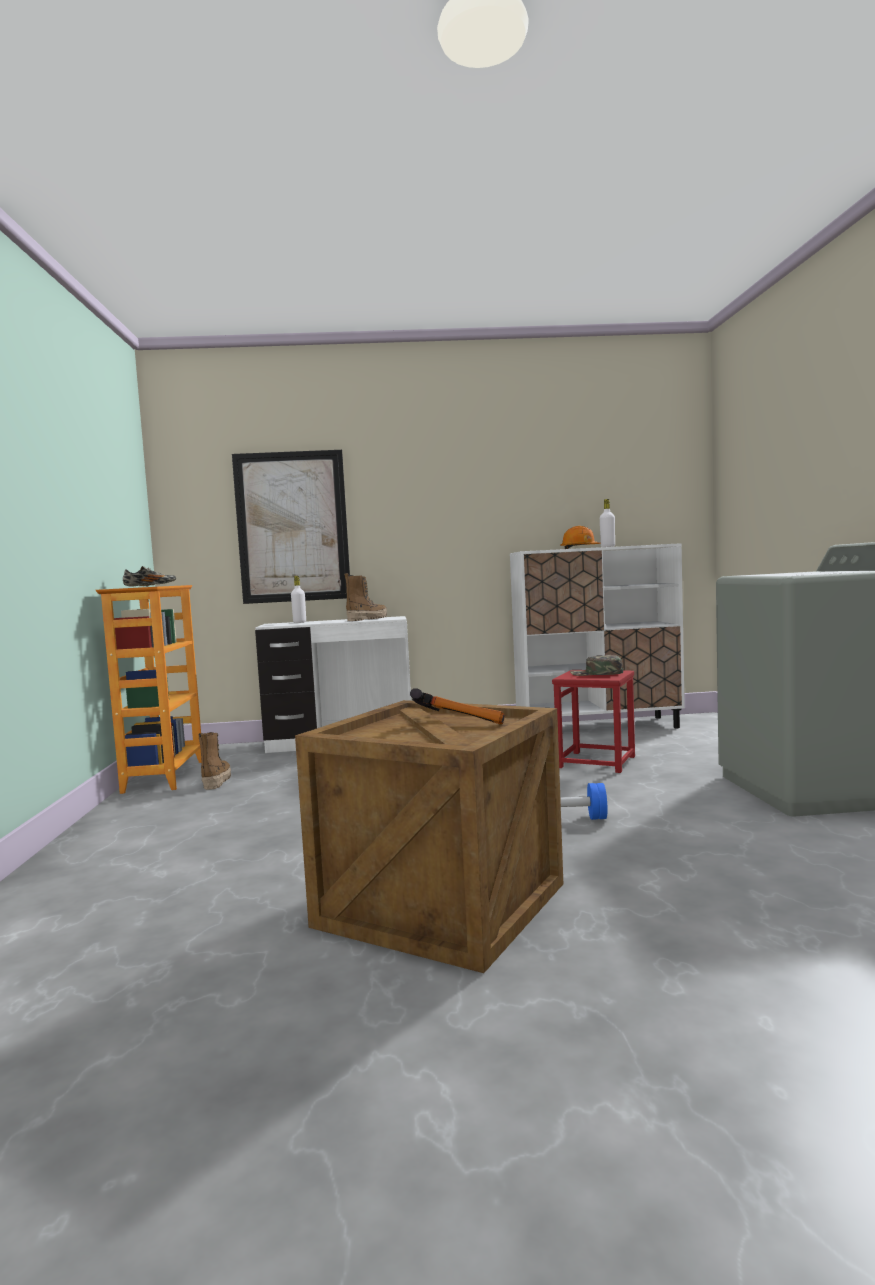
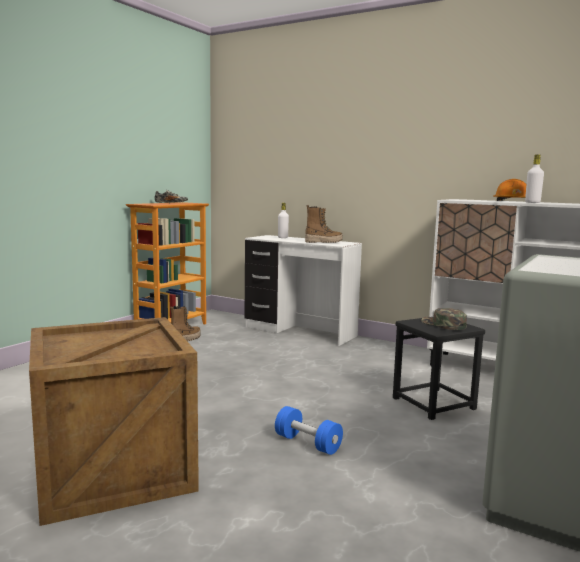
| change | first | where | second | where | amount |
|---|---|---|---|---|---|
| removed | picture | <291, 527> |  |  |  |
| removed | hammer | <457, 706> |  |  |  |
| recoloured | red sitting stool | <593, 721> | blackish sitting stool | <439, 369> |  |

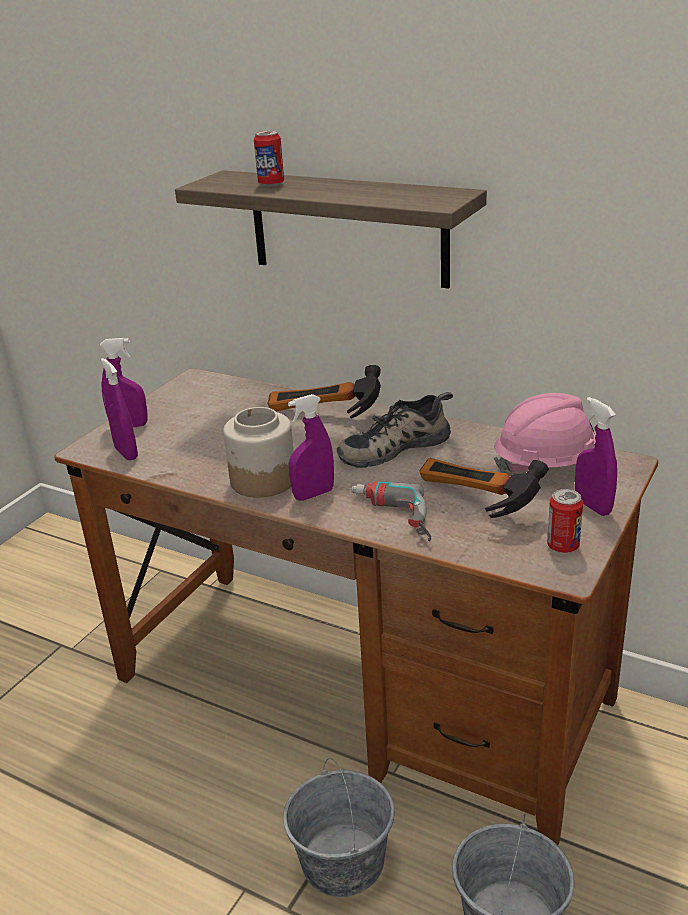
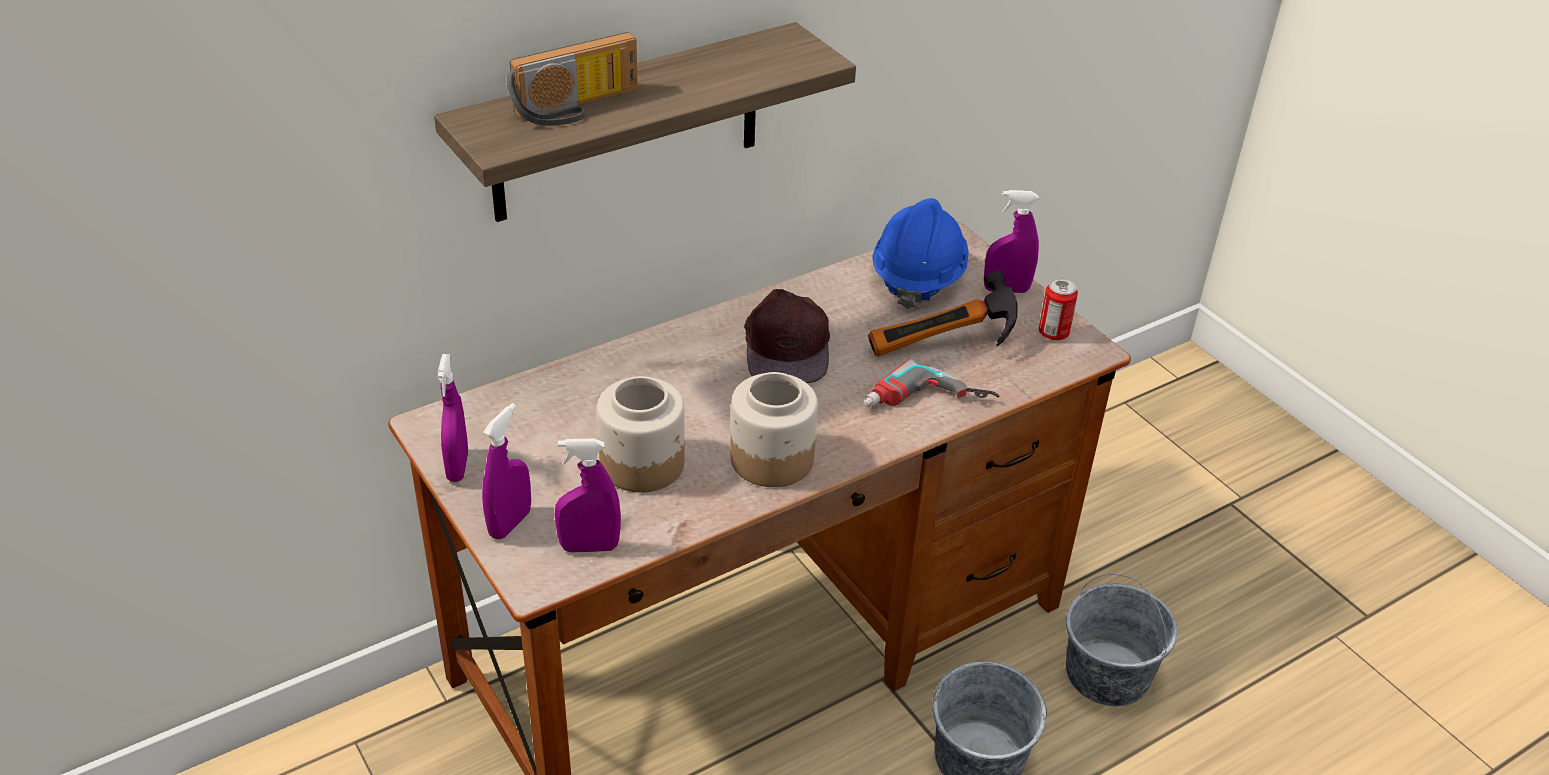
| change | first | where | second | where | amount |
|---|---|---|---|---|---|
| replaced | can | <269, 158> | radio set | <572, 79> |  |
| removed | hammer | <324, 391> |  |  |  |
| moved | purple sprayer | <311, 447> |  | <453, 418> |  |
| replaced | low shoe | <395, 430> | brown-coloured baseball cap | <787, 336> |  |
| recoloured | pink work helmet | <545, 433> | blue-coloured work helmet | <920, 253> |  |
| added |  |  | preserve jar | <641, 434> |  |

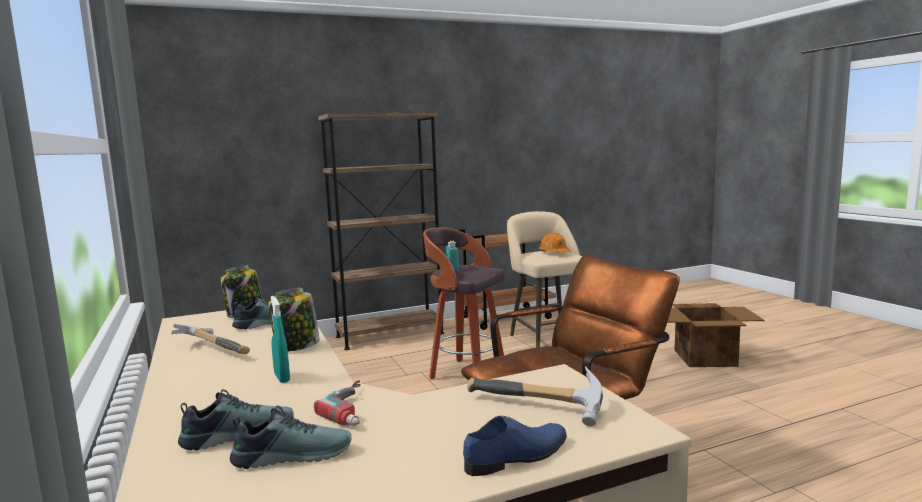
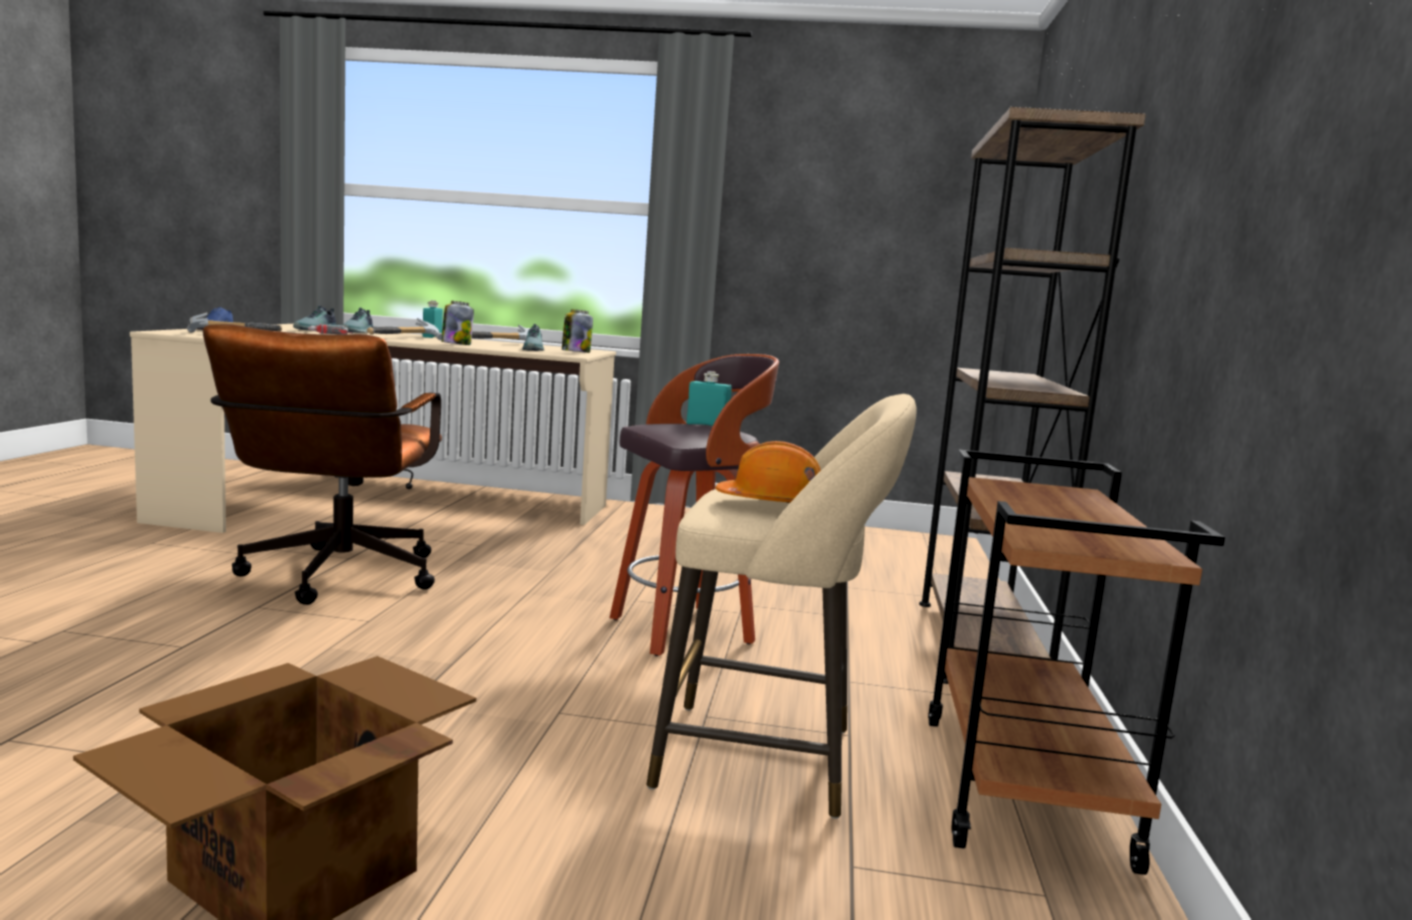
| change | first | where | second | where | amount |
|---|---|---|---|---|---|
| replaced | turquoise-coloured sprayer | <280, 339> | hammer | <404, 329> |  |
| added |  |  | turquoise-coloured drink bottle | <433, 319> |  |

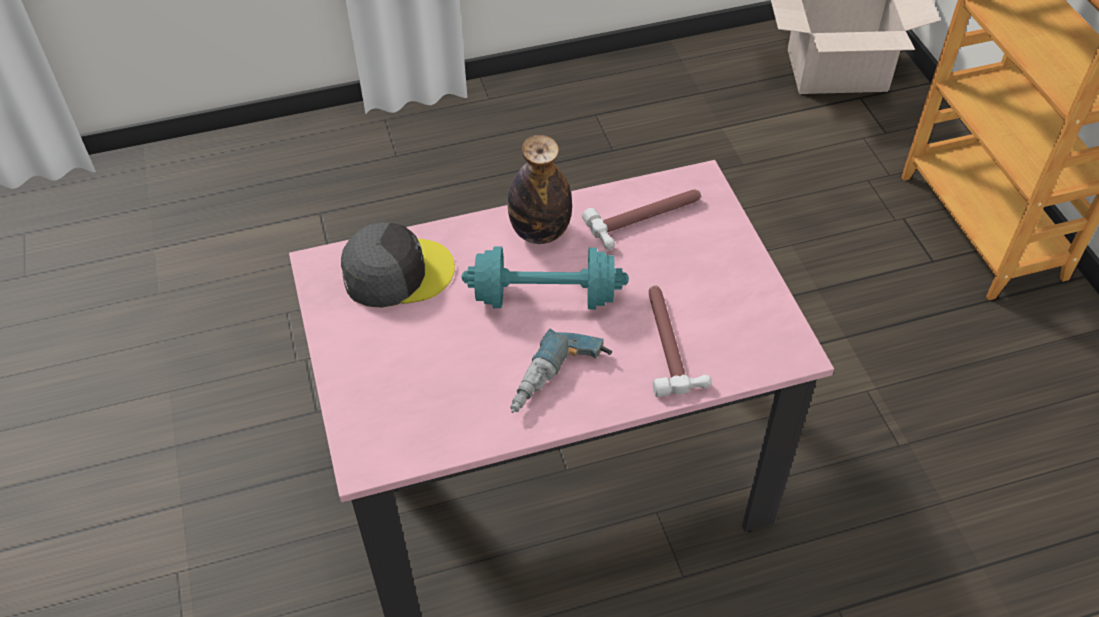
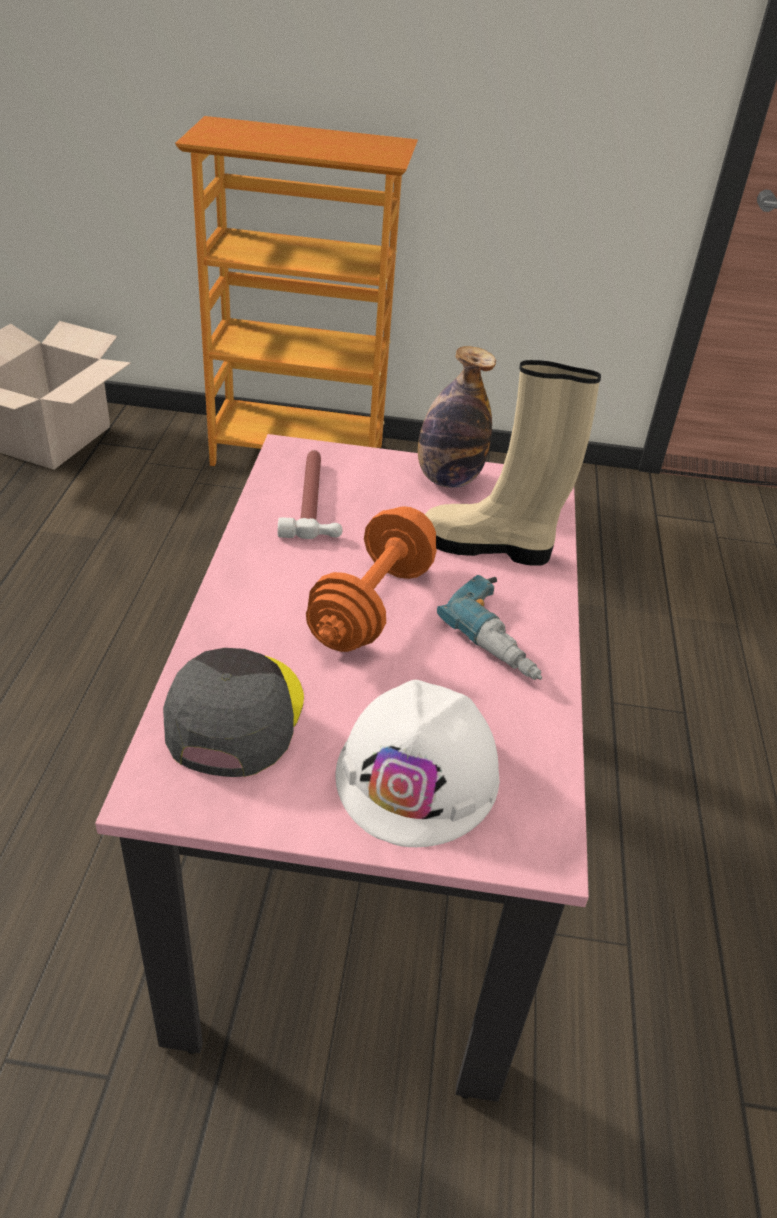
| change | first | where | second | where | amount |
|---|---|---|---|---|---|
| recoloured | turquoise-coloured free weight | <545, 278> | orange-coloured free weight | <371, 579> |  |
| moved | drink bottle | <539, 189> |  | <457, 417> |  |
| replaced | hammer | <680, 341> | sand-coloured boot | <513, 463> |  |
| added |  |  | white work helmet | <417, 763> |  |

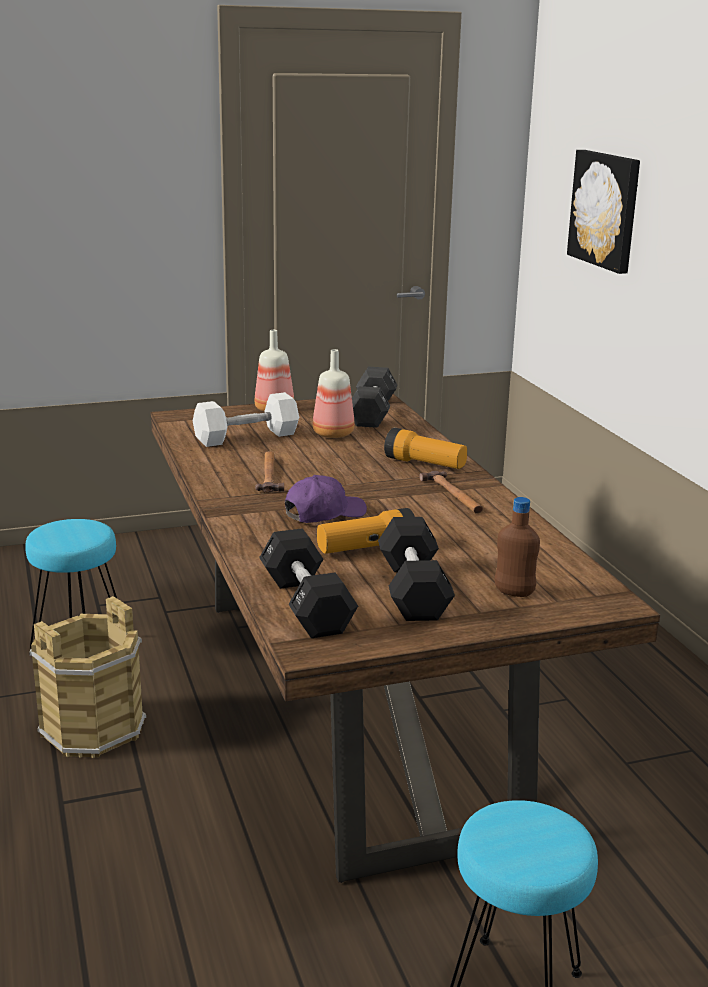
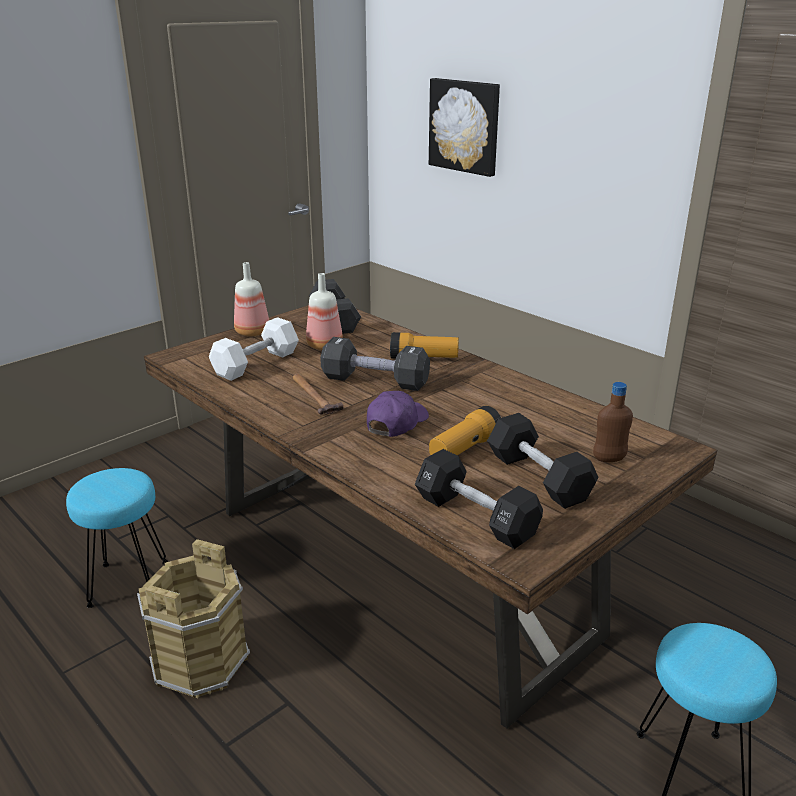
| change | first | where | second | where | amount |
|---|---|---|---|---|---|
| removed | hammer | <451, 492> |  |  |  |
| added |  |  | blackish free weight | <375, 364> |  |

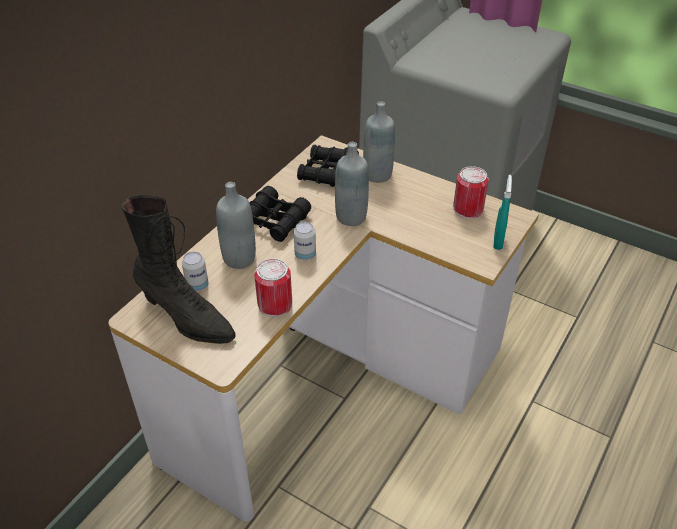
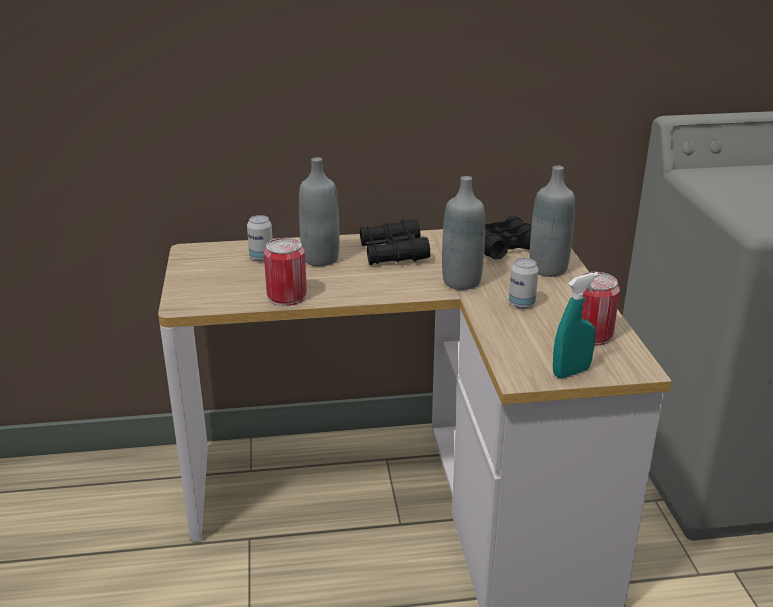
| change | first | where | second | where | amount |
|---|---|---|---|---|---|
| removed | blackish boot | <178, 269> |  |  |  |
| moved | can | <305, 241> |  | <524, 283> |  |

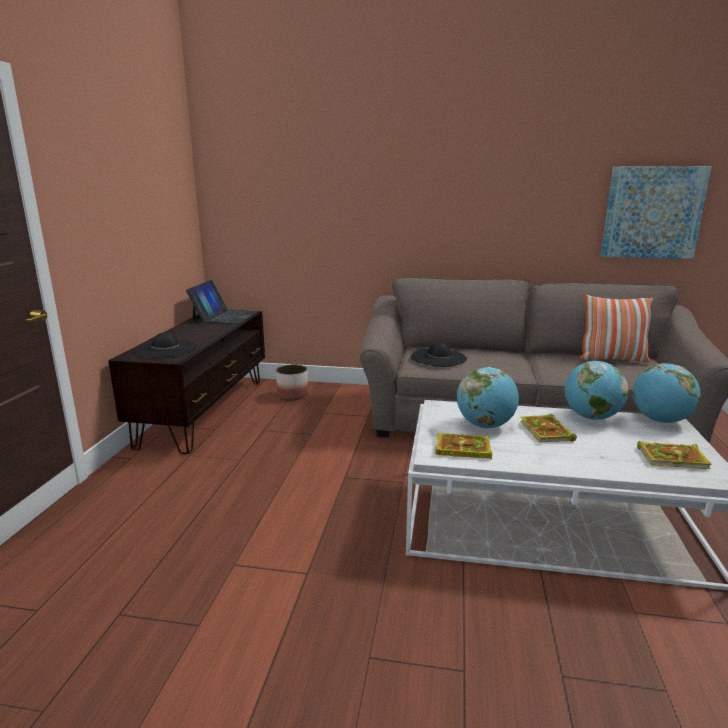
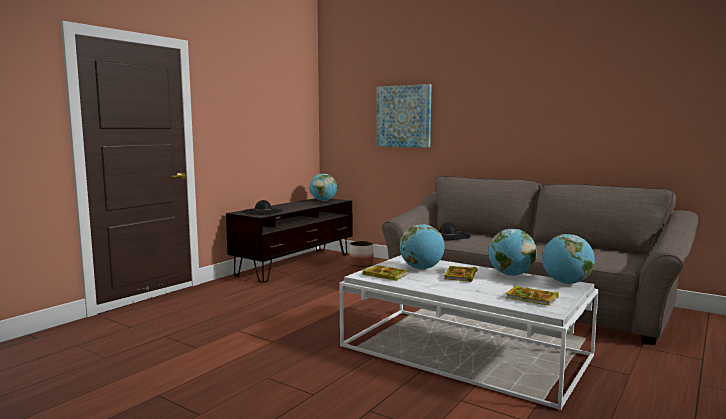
| change | first | where | second | where | amount |
|---|---|---|---|---|---|
| replaced | portable computer | <222, 302> | desk globe | <323, 187> |  |
| removed | cushion | <616, 328> |  |  |  |
| moved | picture | <656, 212> |  | <404, 116> |  |

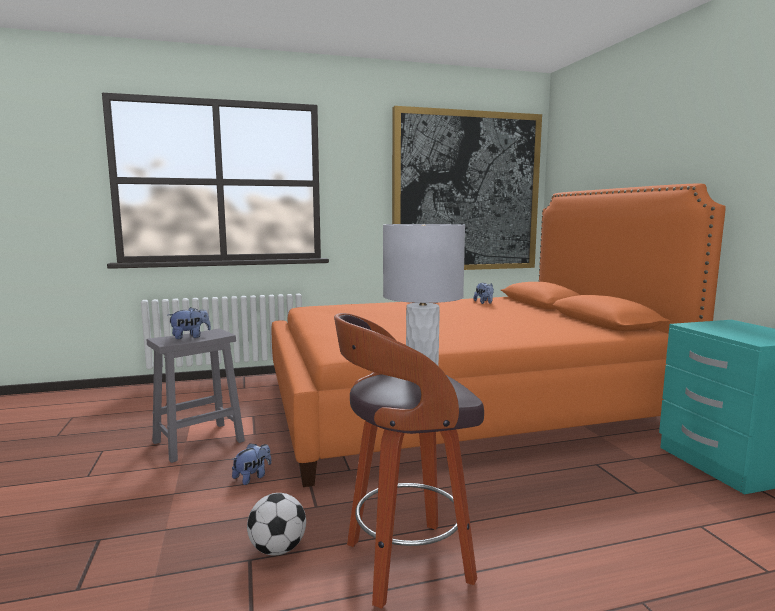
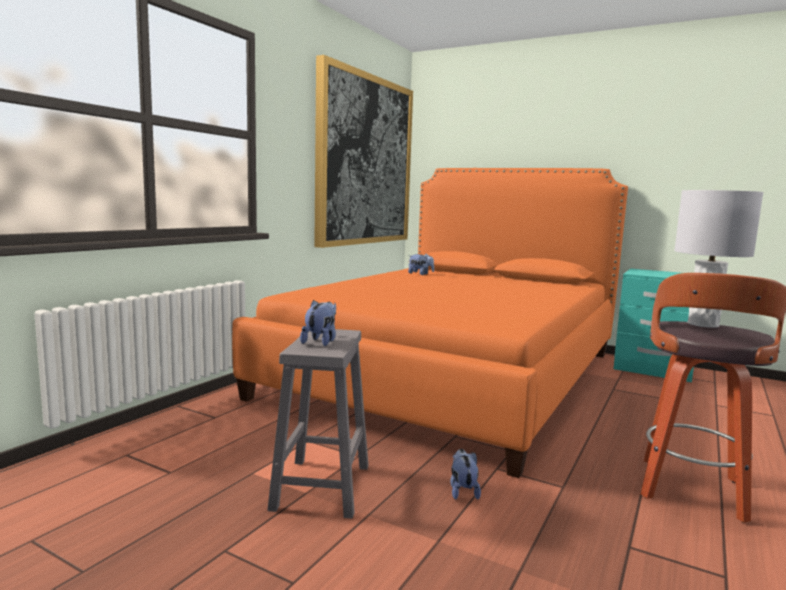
| change | first | where | second | where | amount |
|---|---|---|---|---|---|
| removed | football ball | <276, 524> |  |  |  |

